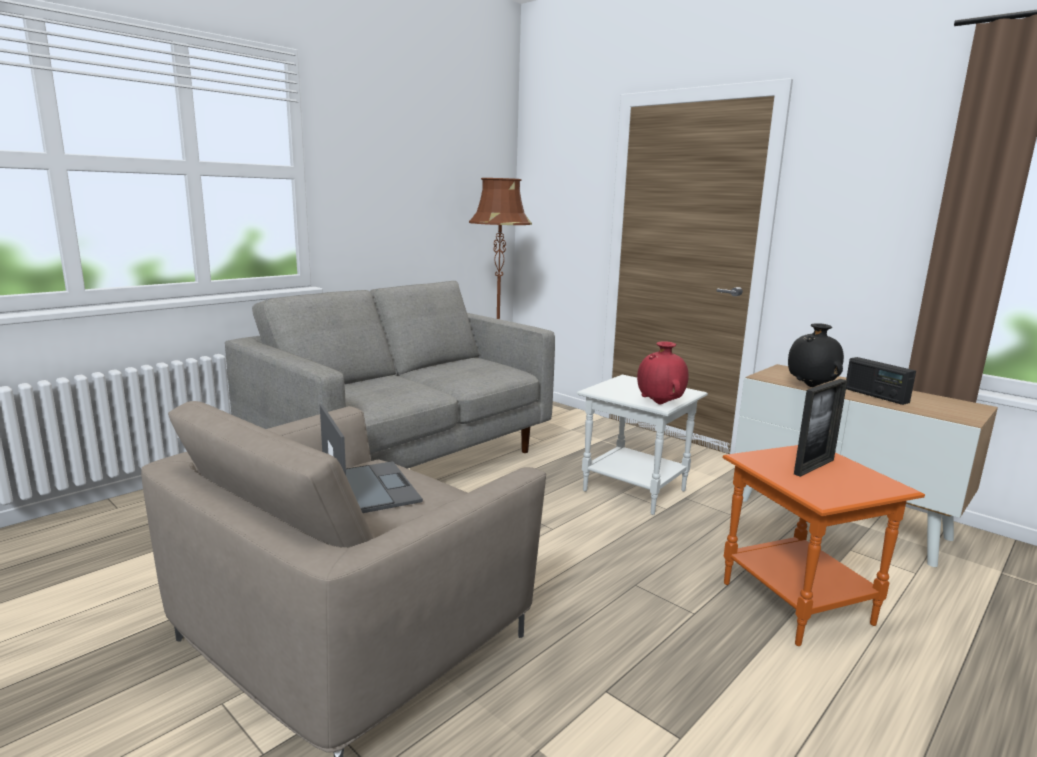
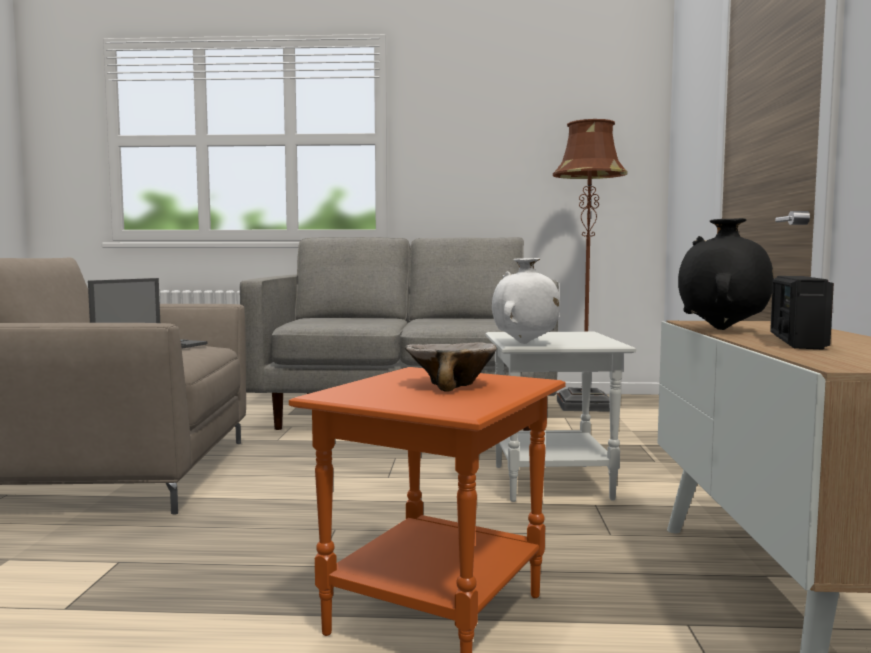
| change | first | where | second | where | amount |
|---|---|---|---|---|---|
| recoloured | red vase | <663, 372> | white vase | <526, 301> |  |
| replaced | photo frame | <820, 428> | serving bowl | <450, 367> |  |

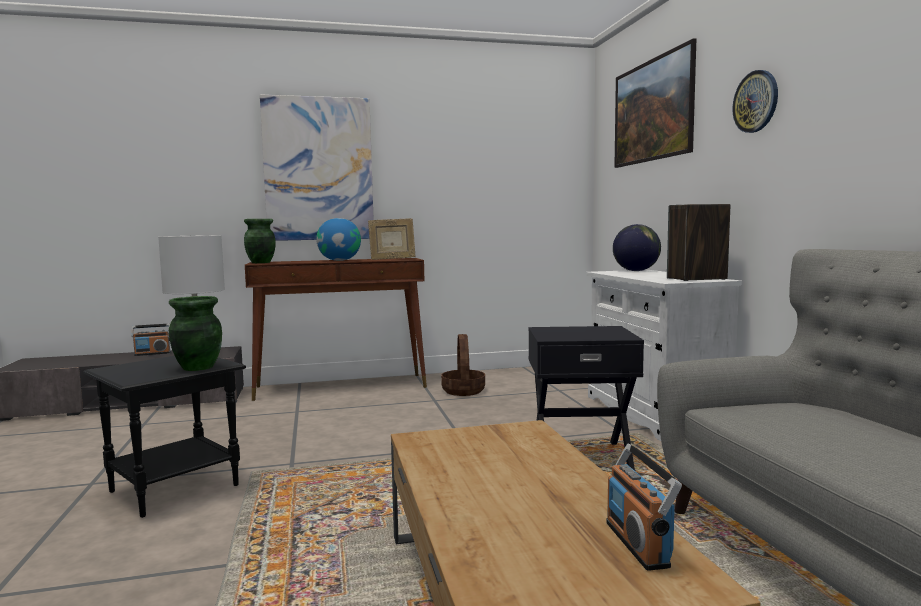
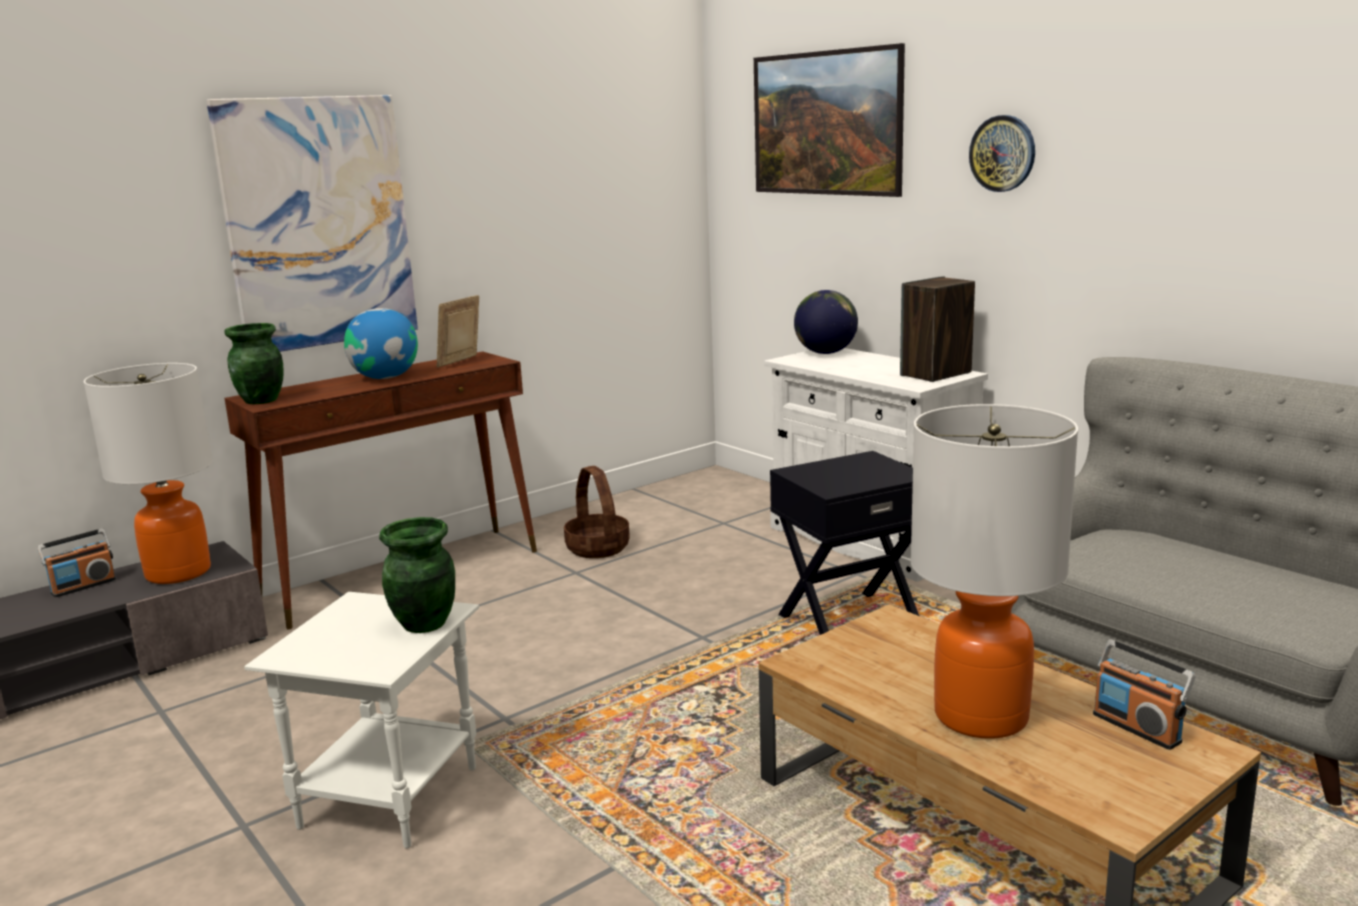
| change | first | where | second | where | amount |
|---|---|---|---|---|---|
| recoloured | blackish accent table | <164, 437> | white accent table | <361, 720> |  |
| turned | photo frame | <392, 239> |  | <458, 331> | 150 degrees clockwise |
| added |  |  | tabletop lamp | <994, 571> |  |

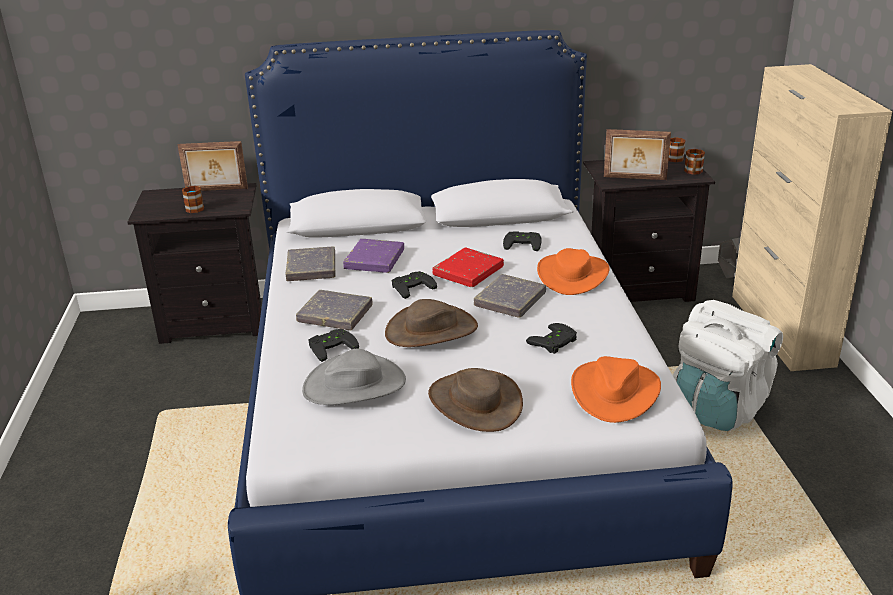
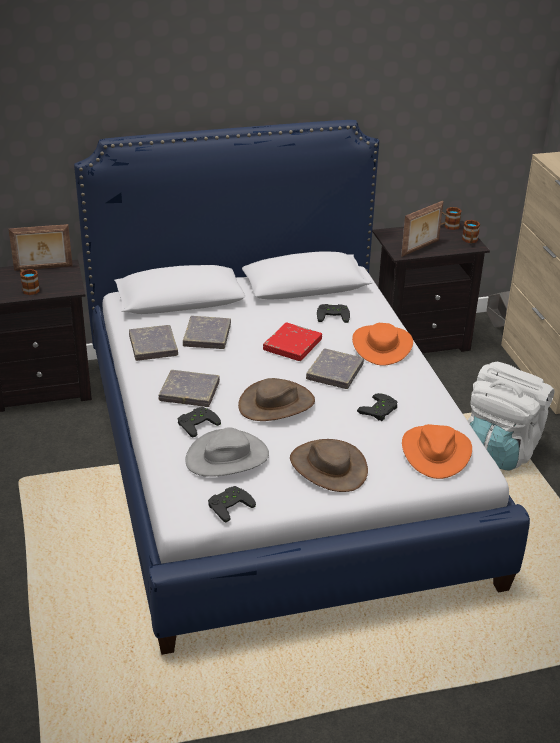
| change | first | where | second | where | amount |
|---|---|---|---|---|---|
| recoloured | purple book | <373, 256> | greyish book | <207, 332> |  |
| moved | blackish gamepad | <414, 285> |  | <232, 504> |  |
| turned | photo frame | <637, 154> |  | <422, 229> | 45 degrees counterclockwise |

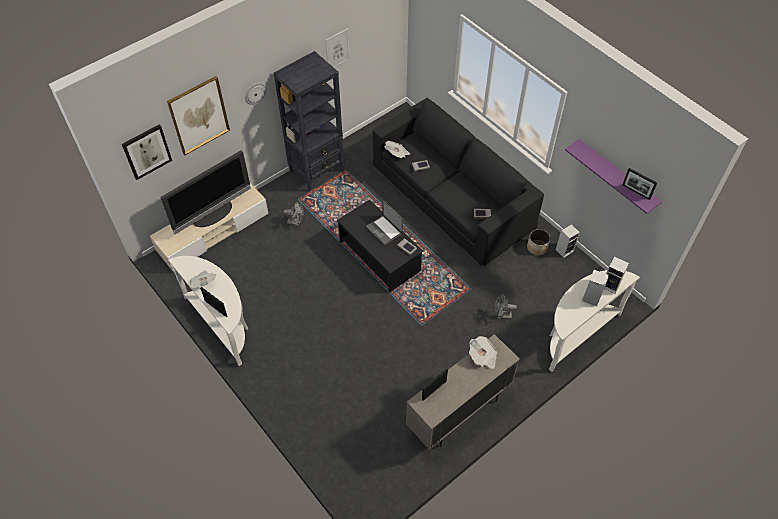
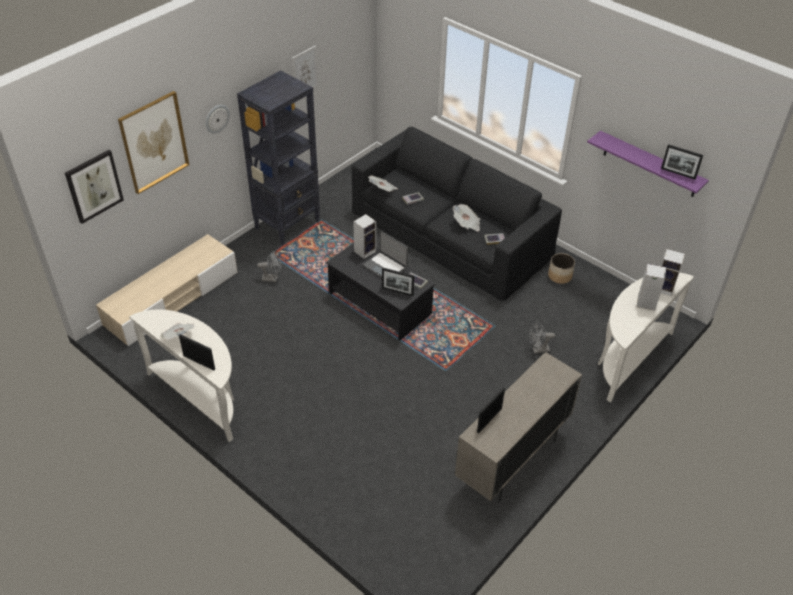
| change | first | where | second | where | amount |
|---|---|---|---|---|---|
| removed | TV set | <205, 192> |  |  |  |
| moved | printed paper | <483, 352> |  | <466, 217> |  |
| moved | speaker | <568, 241> |  | <364, 236> |  |
| added |  |  | photo frame | <398, 282> |  |

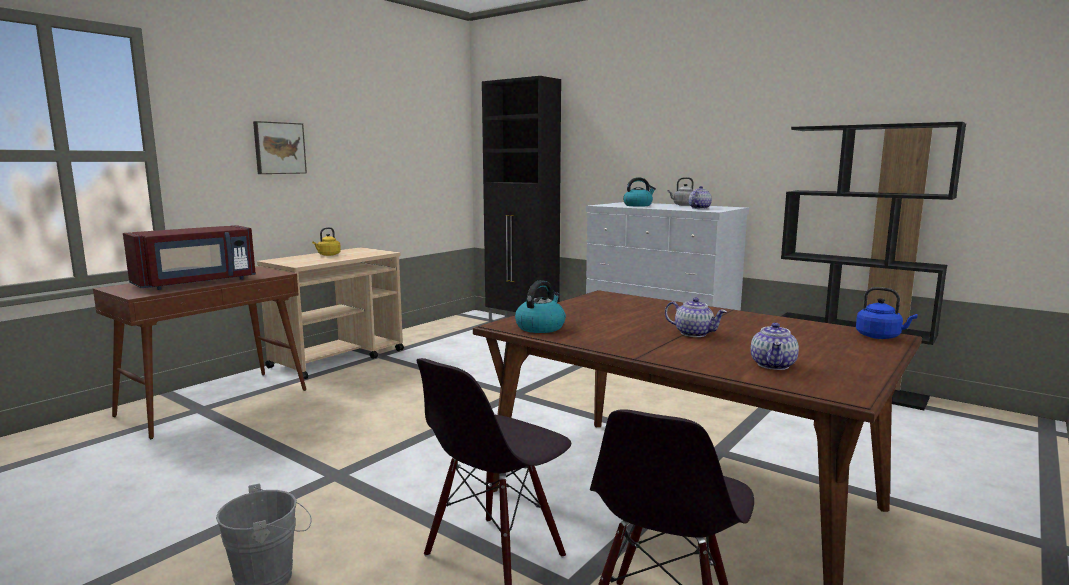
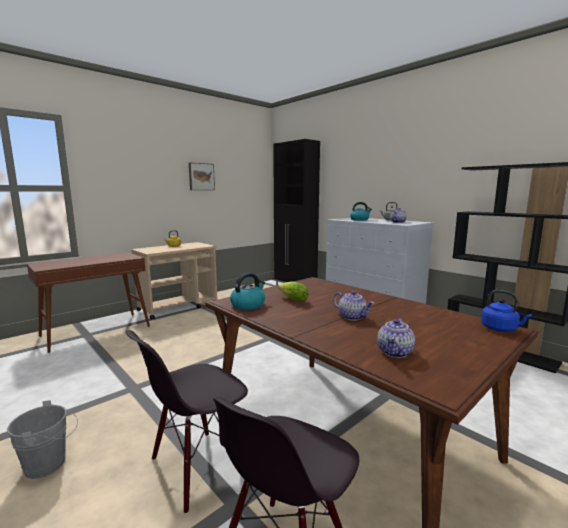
| change | first | where | second | where | amount |
|---|---|---|---|---|---|
| removed | red microwave oven | <189, 257> |  |  |  |
| moved | picture | <280, 147> |  | <202, 176> |  |
| added |  |  | lettuce head | <293, 291> |  |

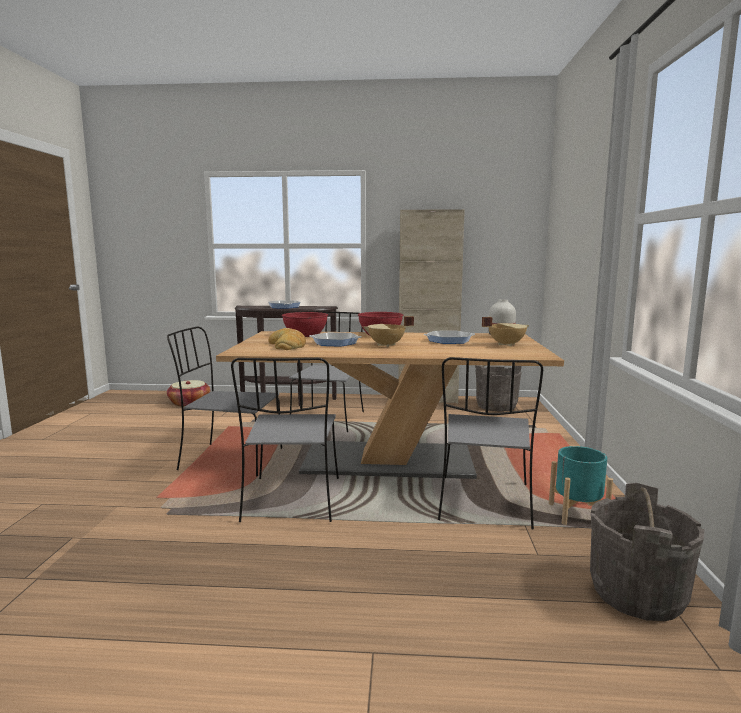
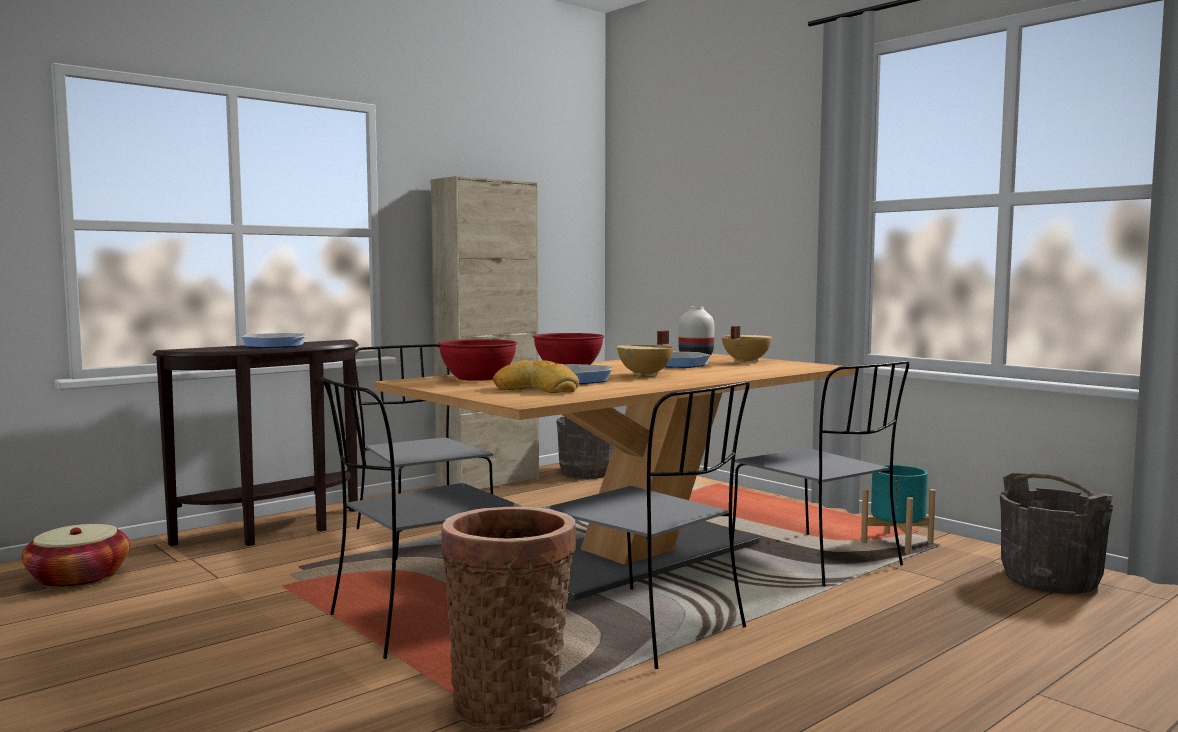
| change | first | where | second | where | amount |
|---|---|---|---|---|---|
| added |  |  | basket | <508, 618> |  |

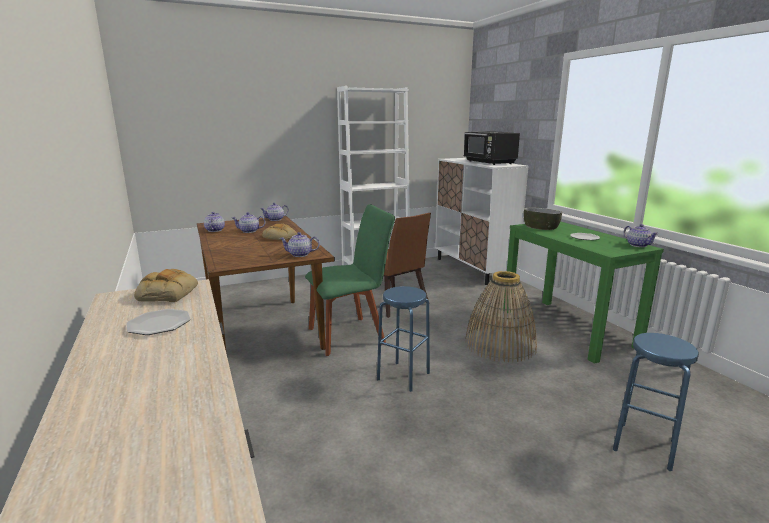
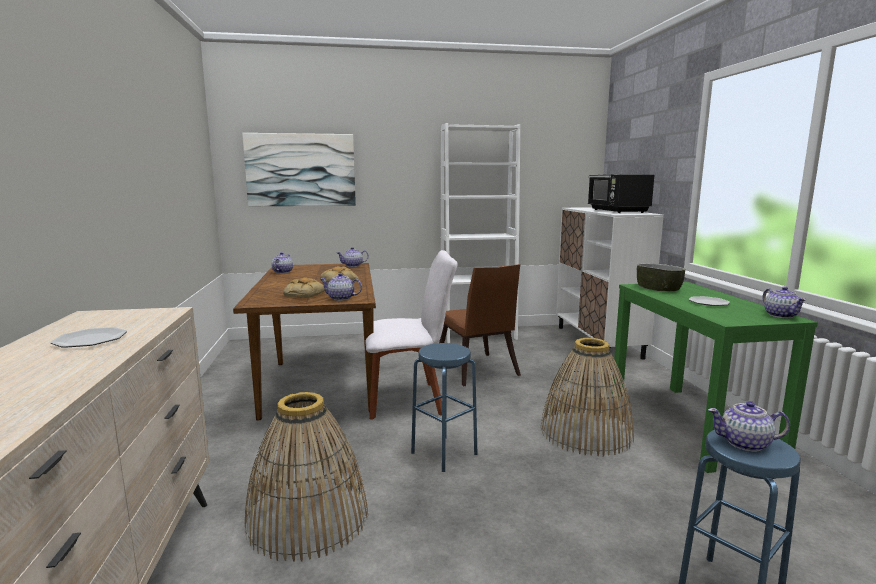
| change | first | where | second | where | amount |
|---|---|---|---|---|---|
| moved | bread | <166, 285> |  | <304, 287> |  |
| moved | teapot | <249, 222> |  | <749, 426> |  |
| recoloured | green chair | <350, 280> | white chair | <411, 335> |  |
| added |  |  | picture | <299, 169> |  |
| added |  |  | basket | <306, 477> |  |

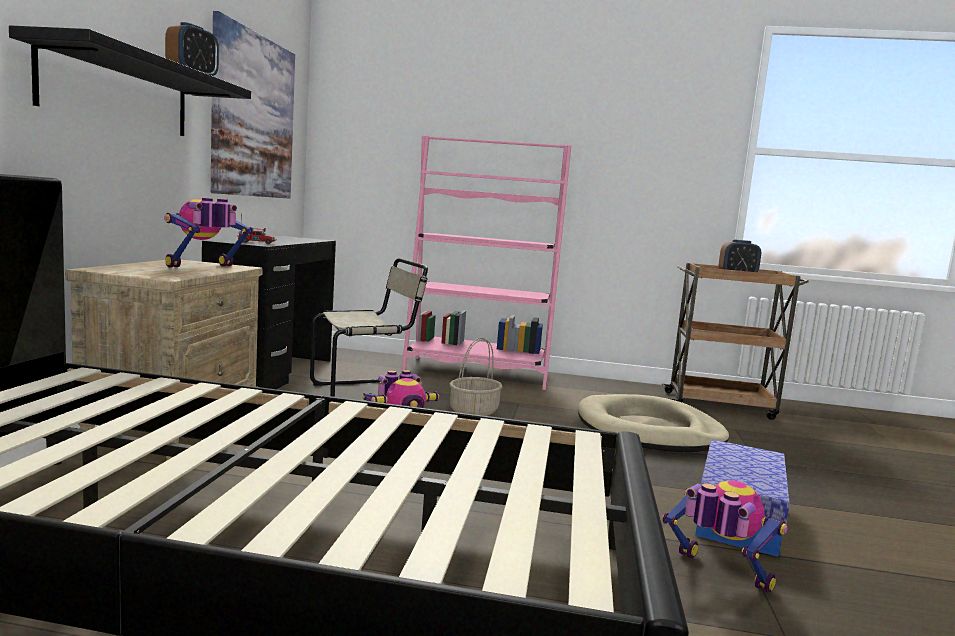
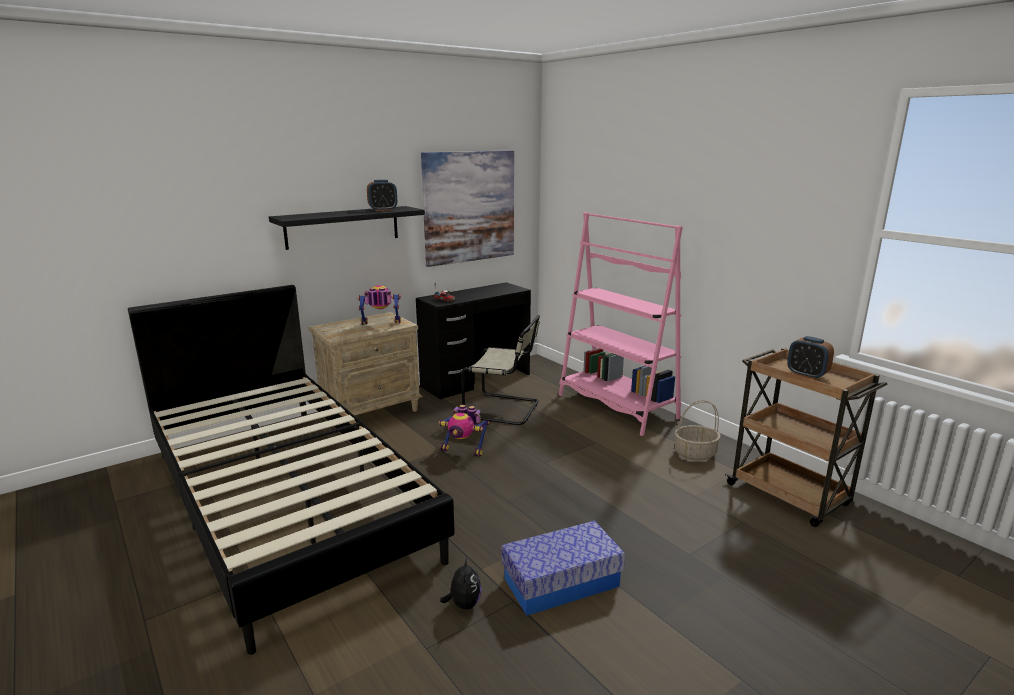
| change | first | where | second | where | amount |
|---|---|---|---|---|---|
| moved | basket | <476, 377> |  | <698, 430> |  |
| removed | sand-coloured dog cushion | <653, 423> |  |  |  |
| replaced | robot figure | <725, 537> | cuddly toy | <461, 583> |  |

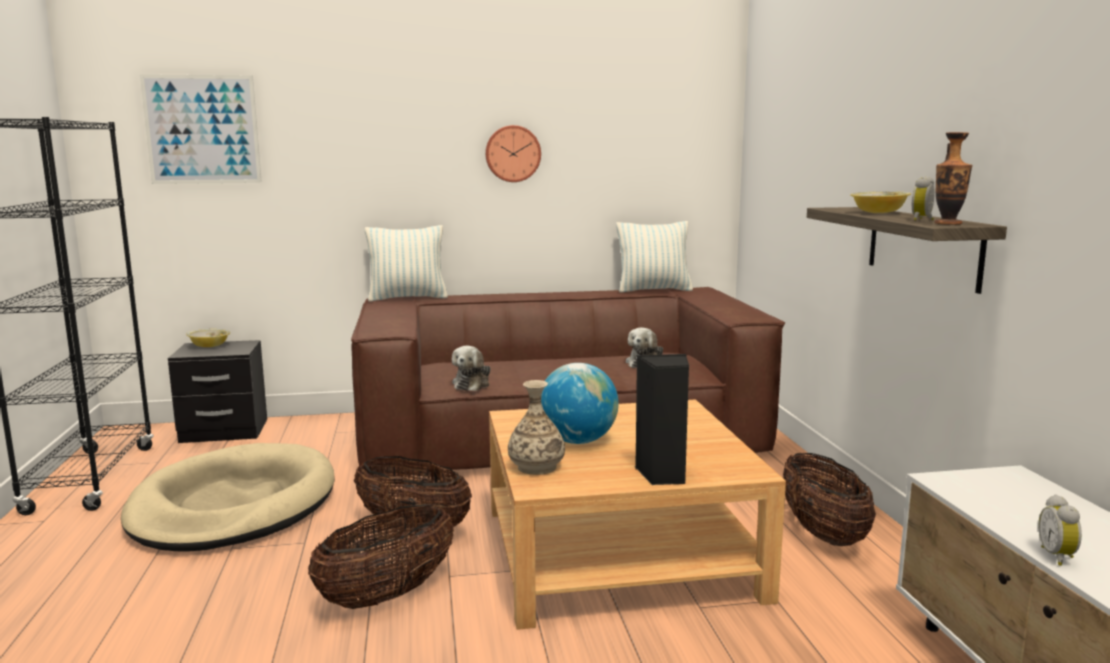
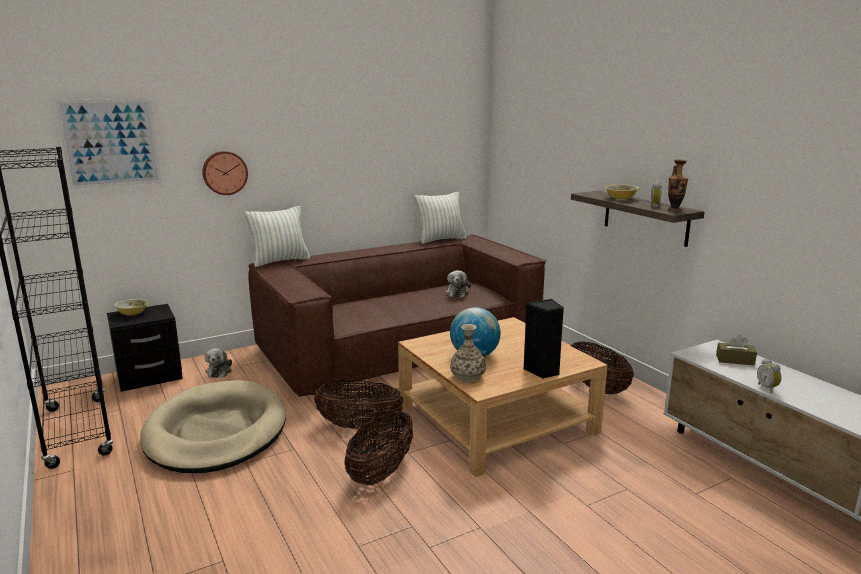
| change | first | where | second | where | amount |
|---|---|---|---|---|---|
| moved | cuddly toy | <471, 368> |  | <218, 363> |  |
| moved | hanging clock | <513, 153> |  | <225, 173> |  |
| added |  |  | brown-coloured tissue box | <736, 350> |  |

